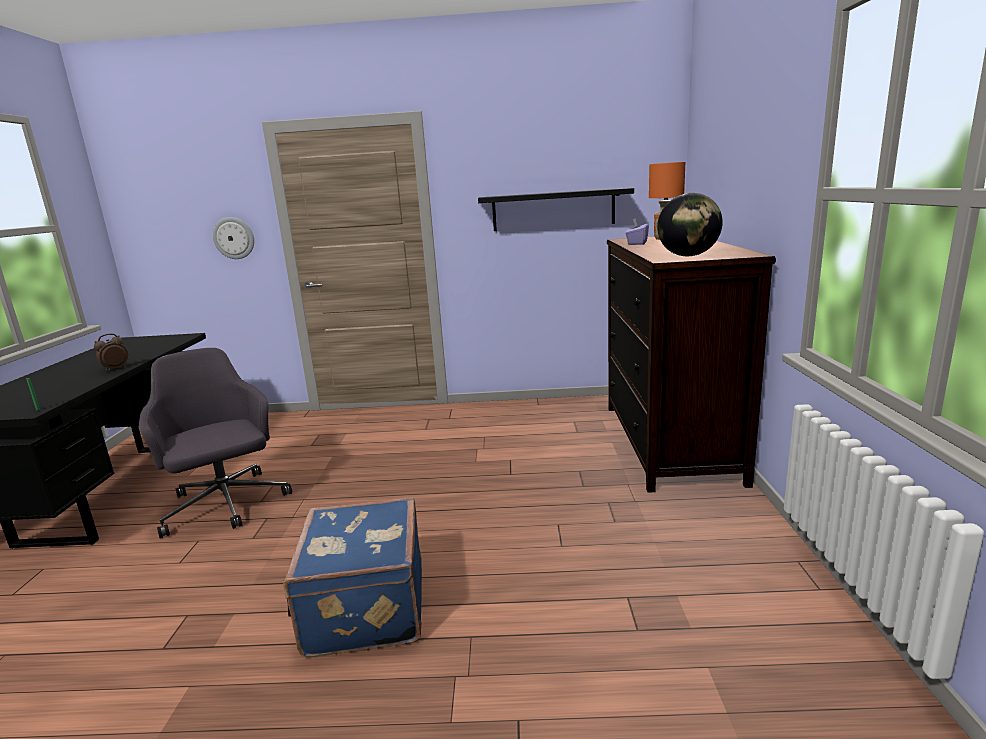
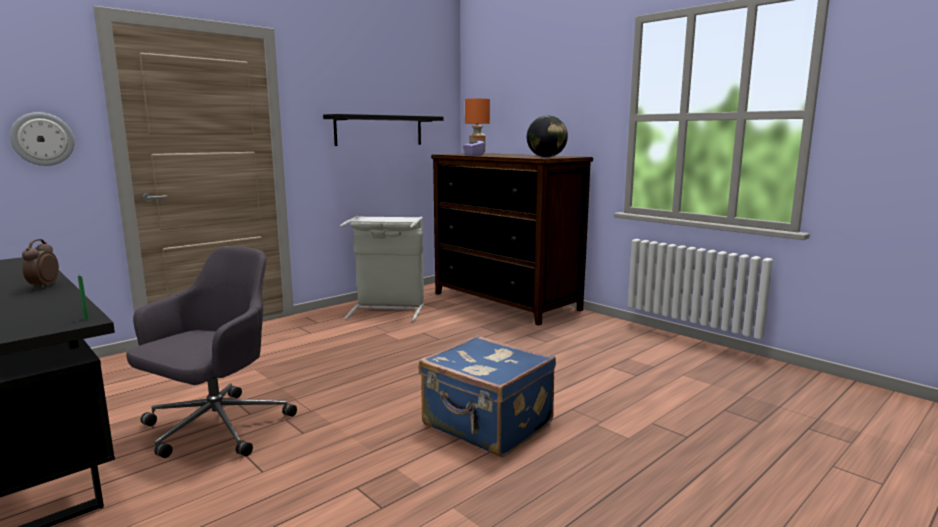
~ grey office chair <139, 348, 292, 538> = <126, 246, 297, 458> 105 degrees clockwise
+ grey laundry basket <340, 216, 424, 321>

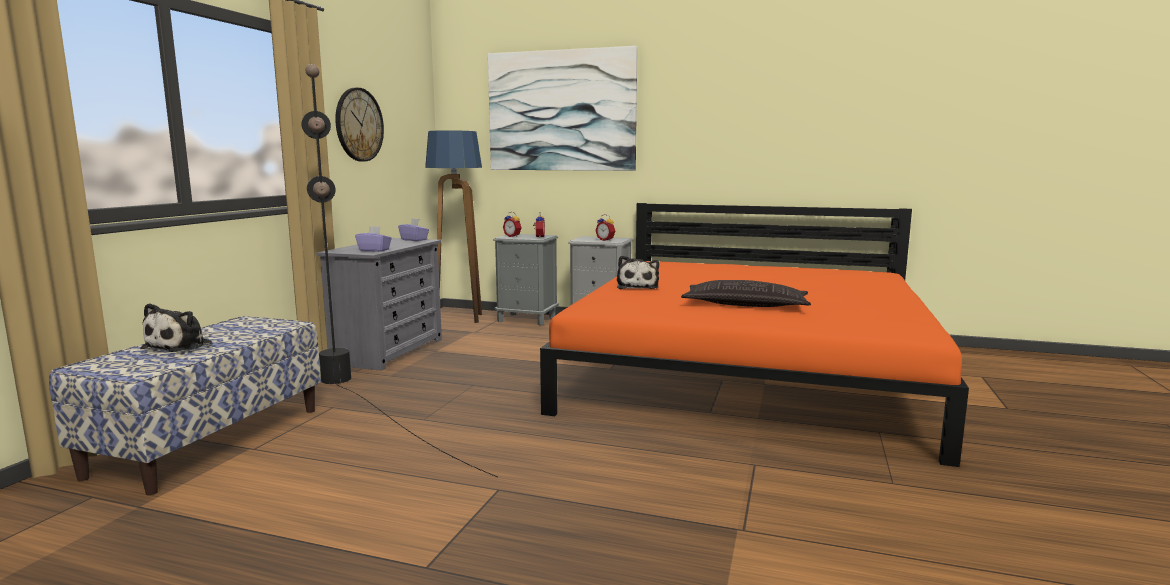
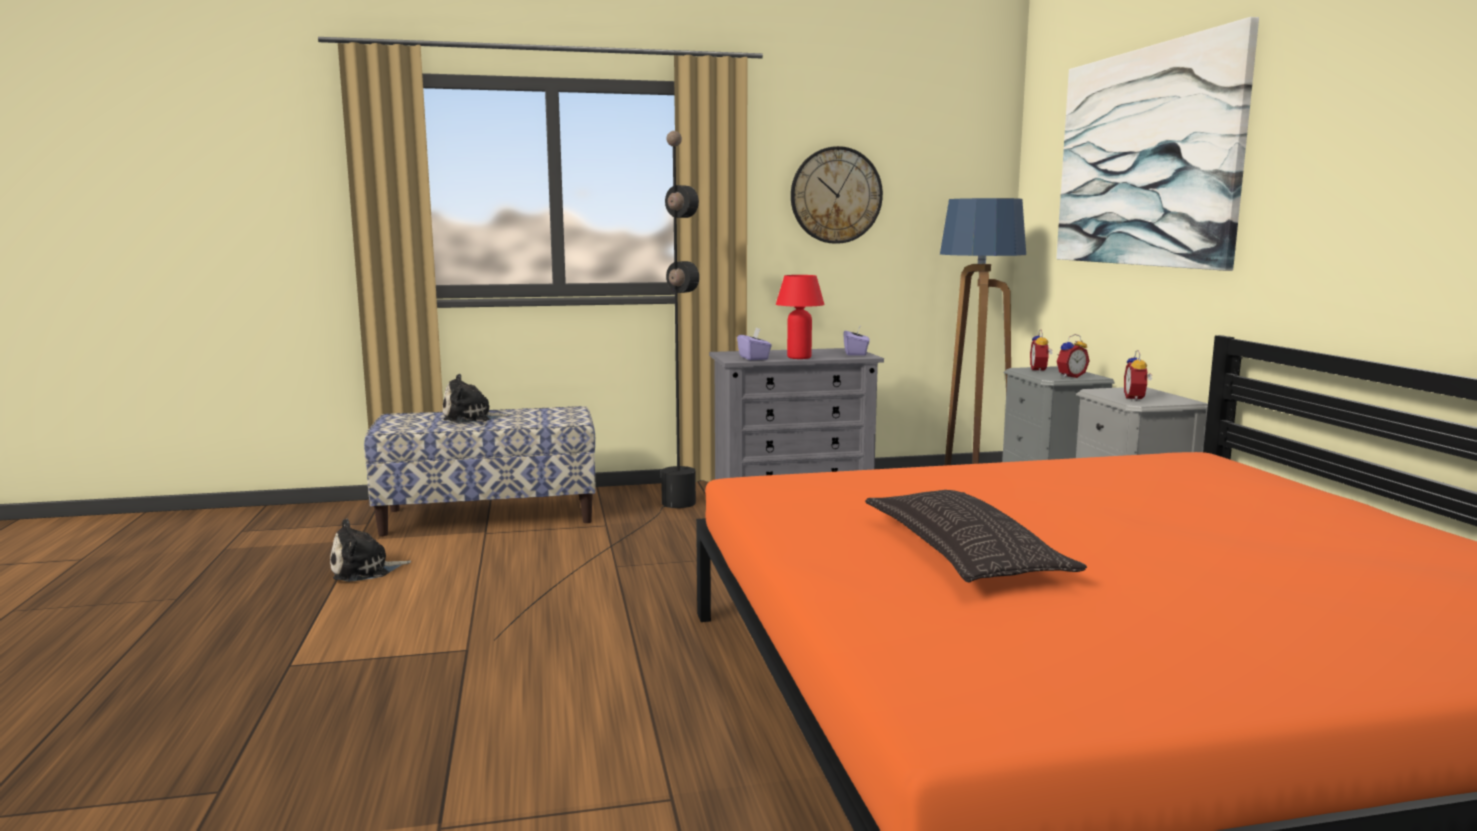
~ plush toy <617, 256, 659, 289> to <330, 519, 411, 582>
+ red table lamp <776, 275, 825, 359>

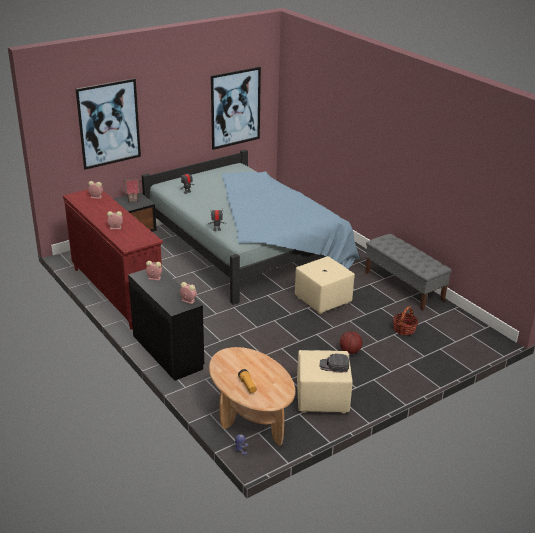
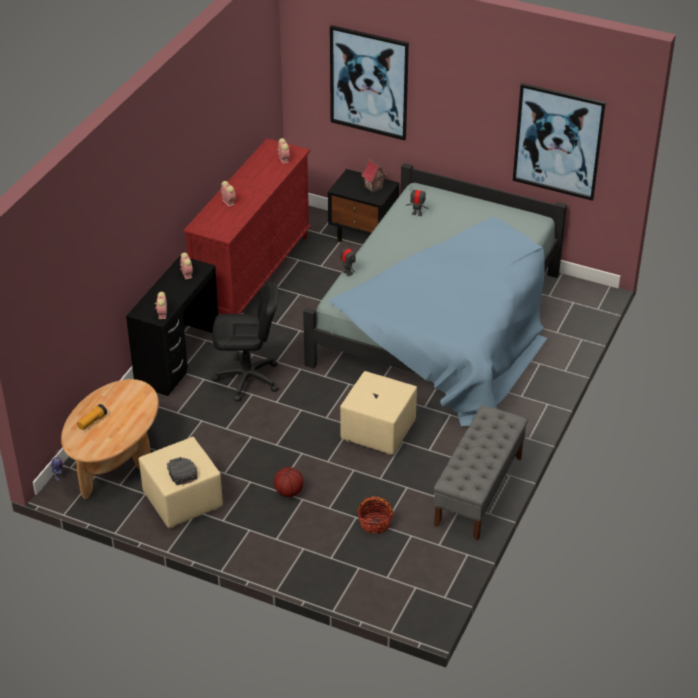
+ black office chair <212, 281, 279, 402>

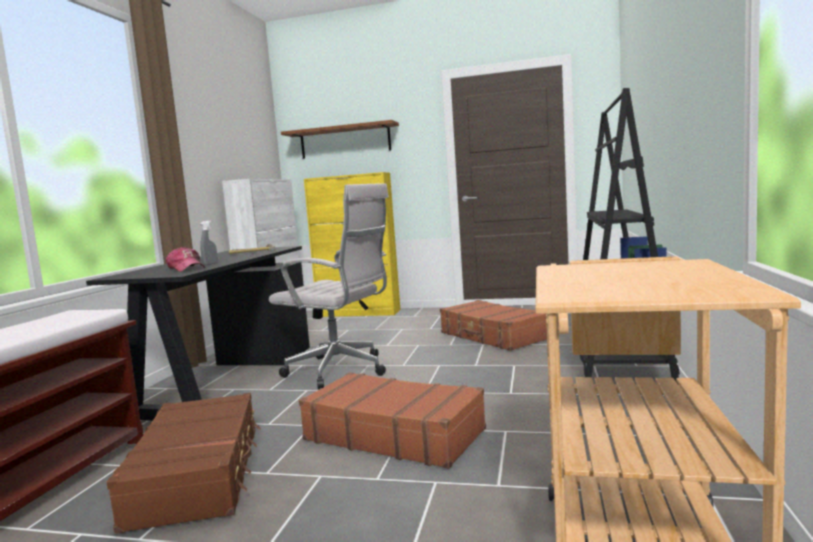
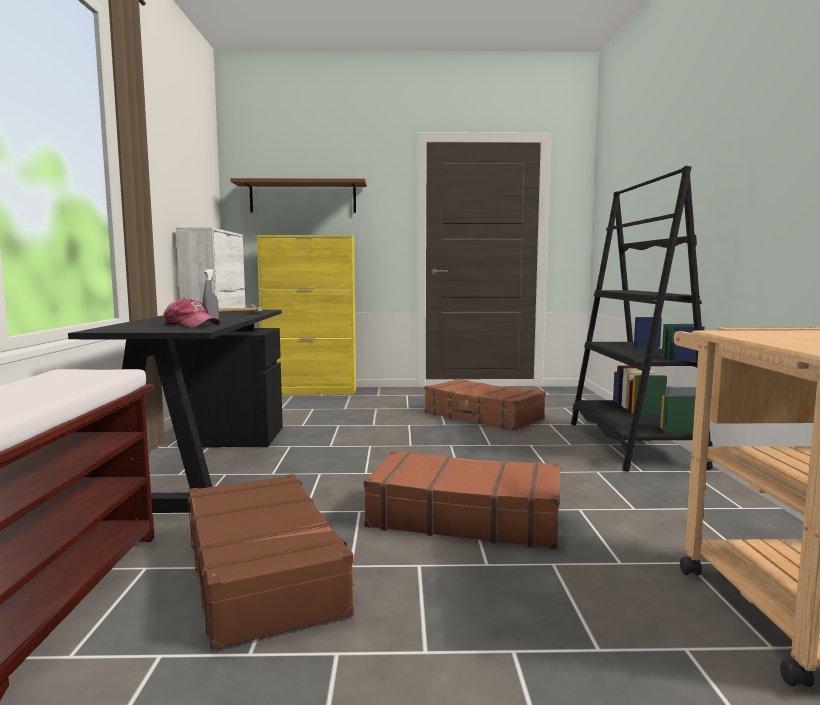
- white office chair <269, 183, 389, 389>

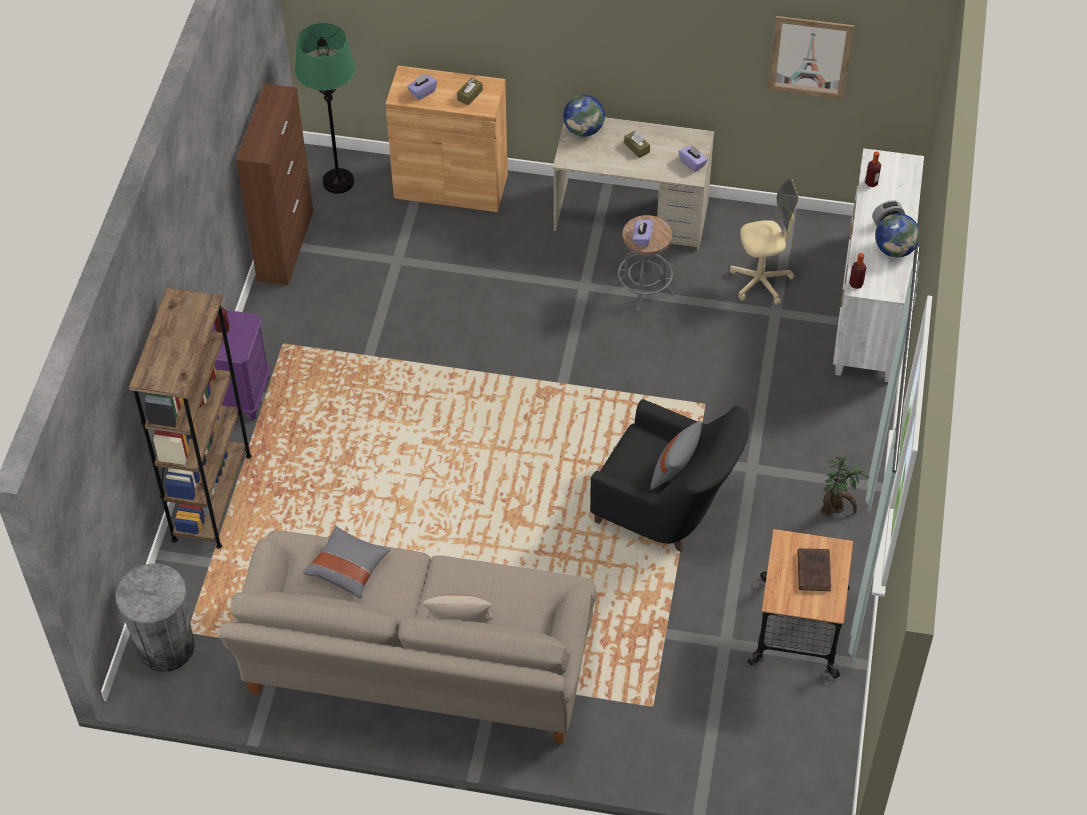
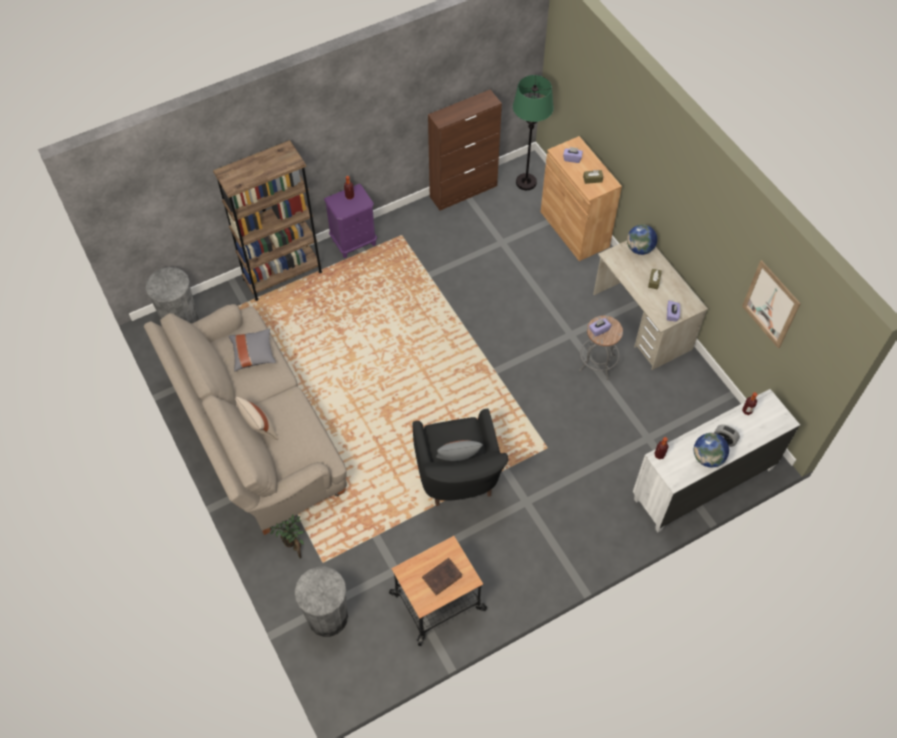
~ potted plant <821, 456, 870, 516> to <270, 514, 304, 558>
+ grey trash can <294, 567, 348, 637>
- beige office chair <730, 178, 799, 305>

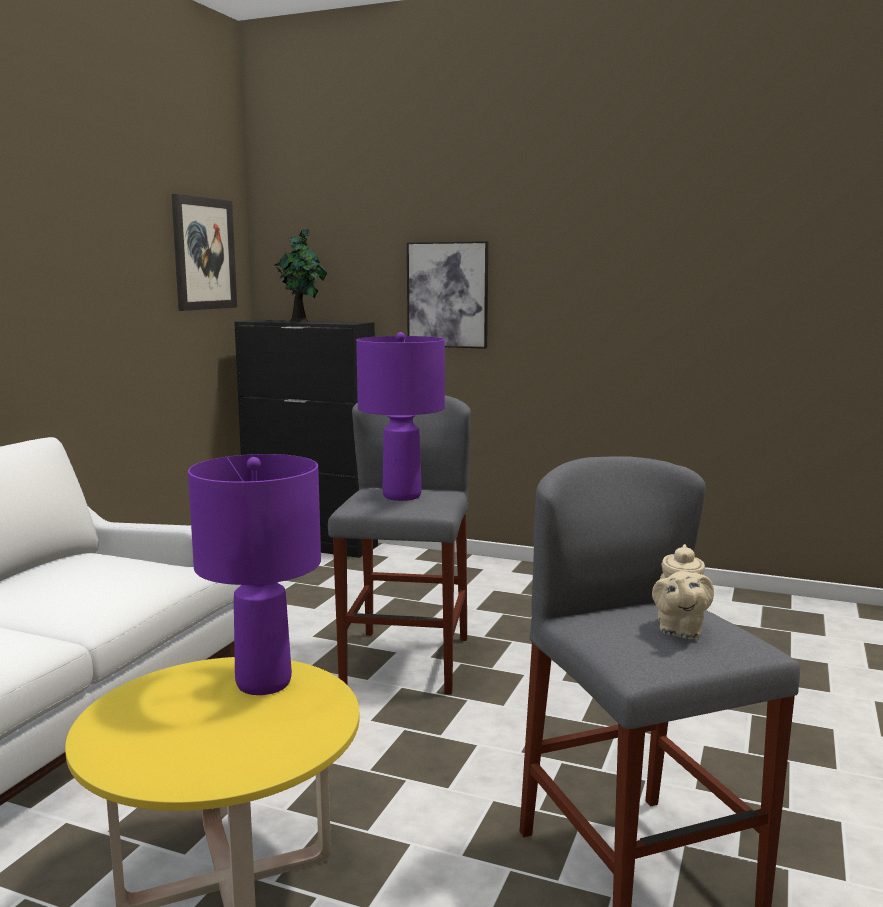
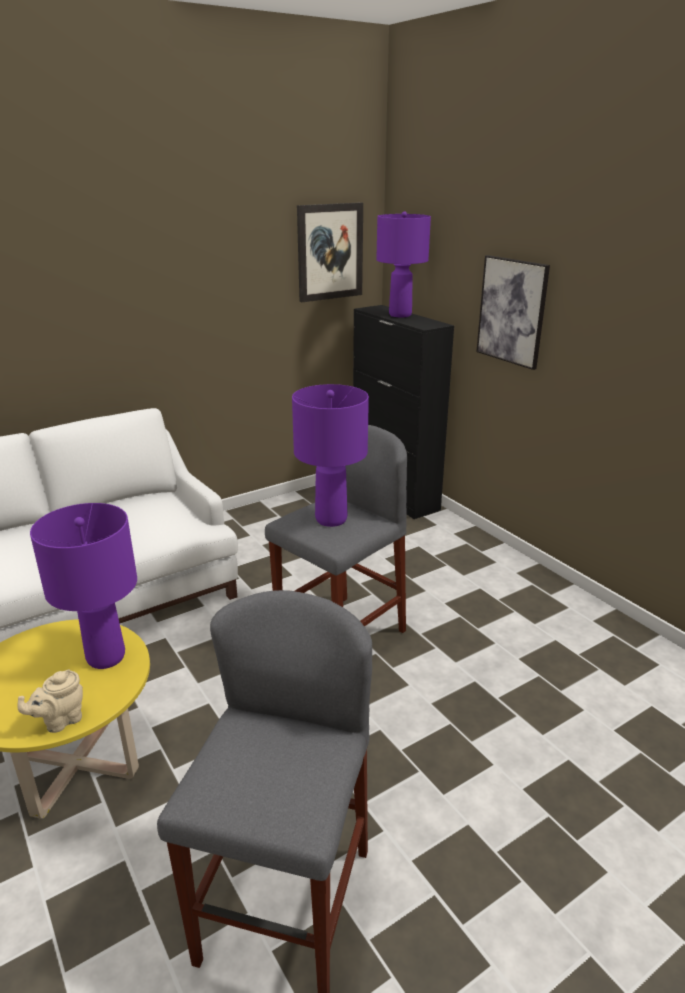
~ beige teapot <652, 544, 714, 639> to <18, 669, 83, 733>
~ potted plant <275, 228, 327, 322> to purple table lamp <376, 211, 431, 317>

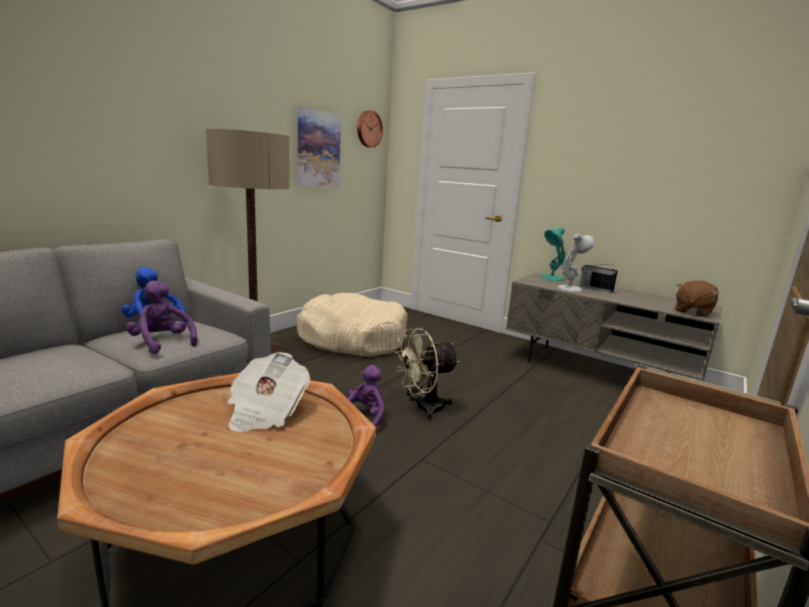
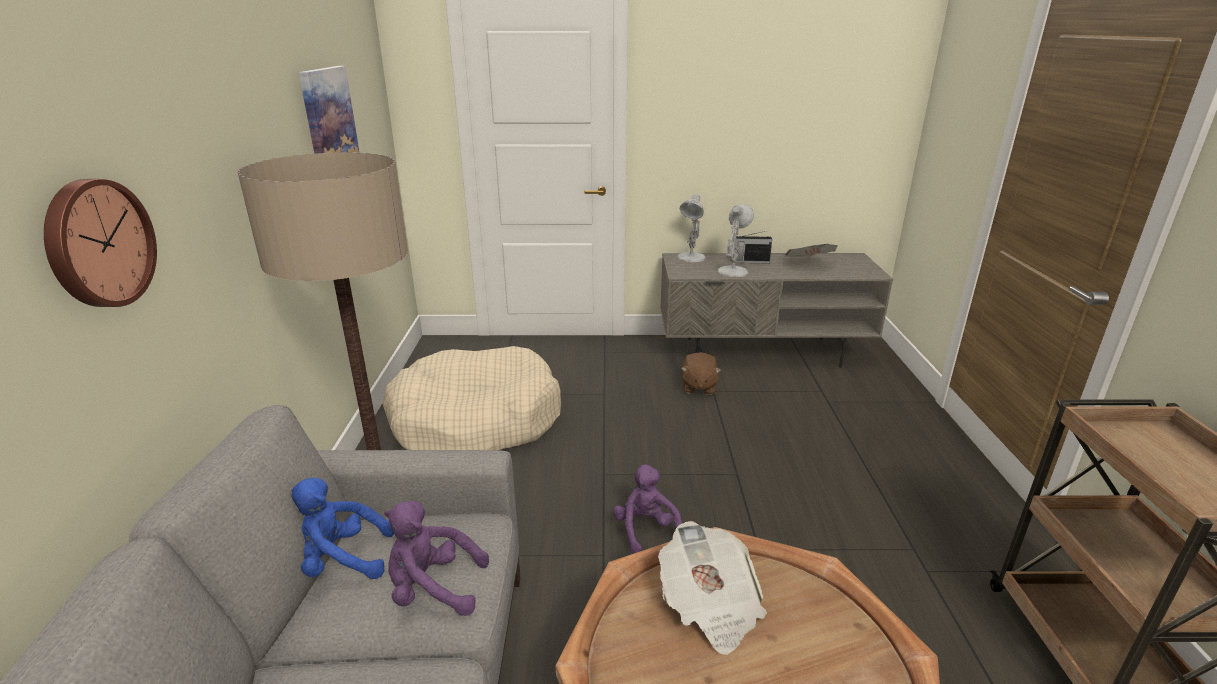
~ wall clock <357, 110, 383, 148> to <44, 179, 157, 307>
~ turquoise table lamp <540, 227, 565, 281> to white table lamp <677, 194, 706, 262>
~ brown plush toy <675, 280, 719, 317> to <681, 352, 721, 395>
+ newspaper <785, 244, 837, 257>
- beige fan <395, 328, 459, 420>

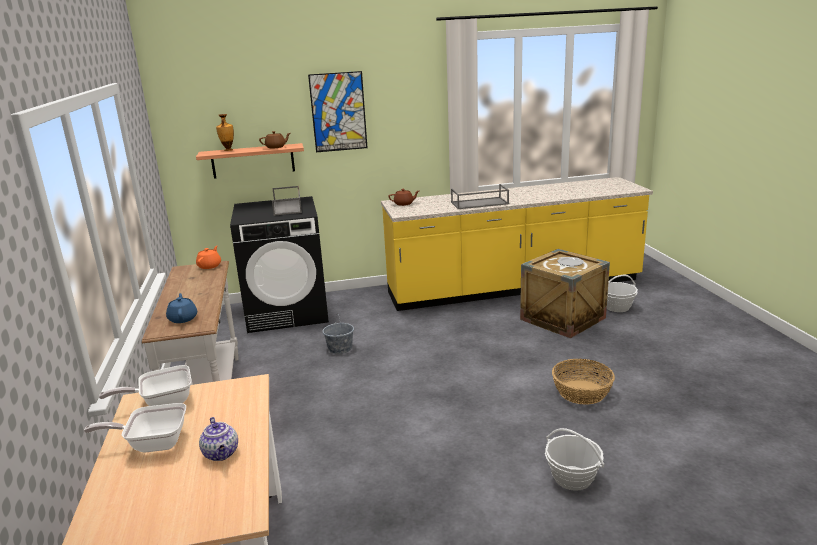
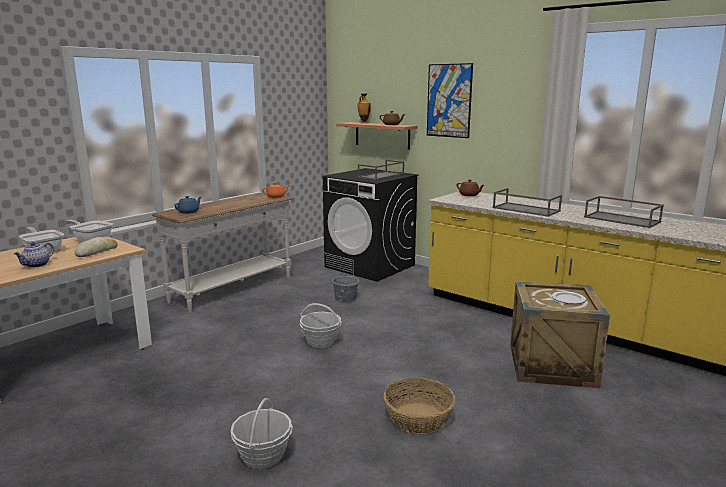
+ bread <75, 236, 118, 257>
~ basket <607, 275, 638, 312> to <300, 303, 342, 348>
+ grey tray <584, 196, 664, 228>

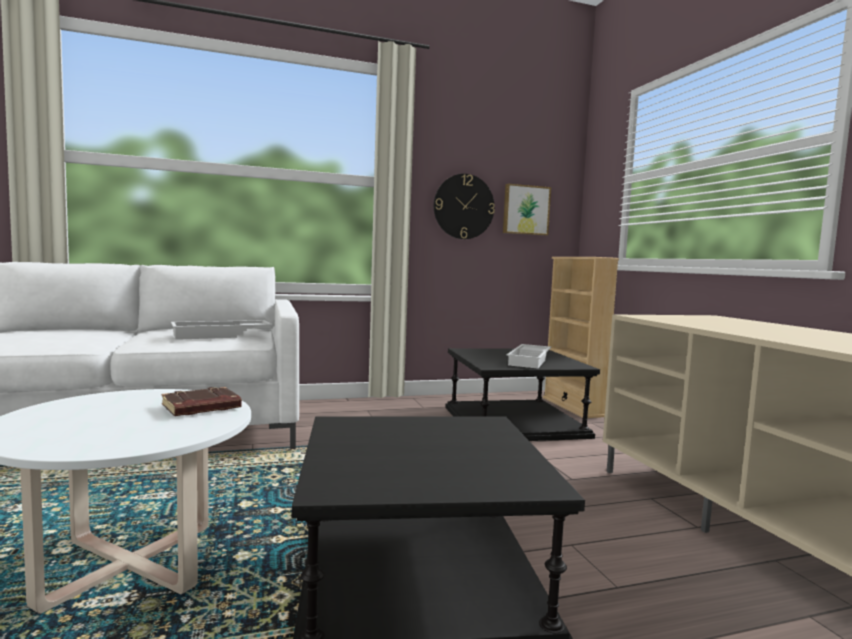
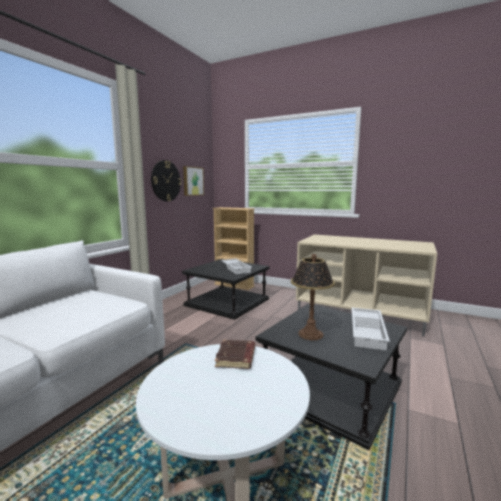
+ table lamp <291, 254, 335, 340>
~ white tray <171, 320, 273, 340> to <352, 308, 390, 351>

